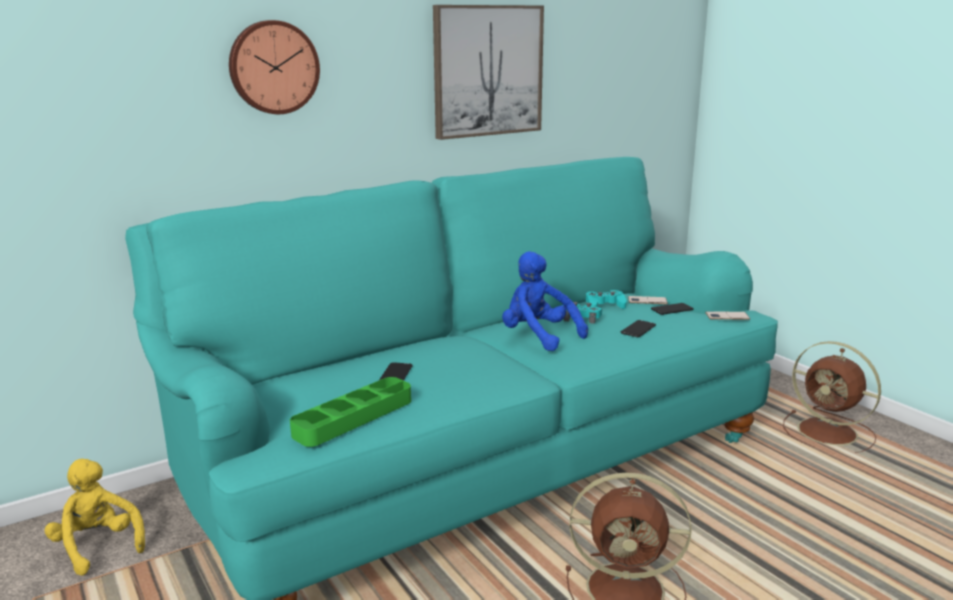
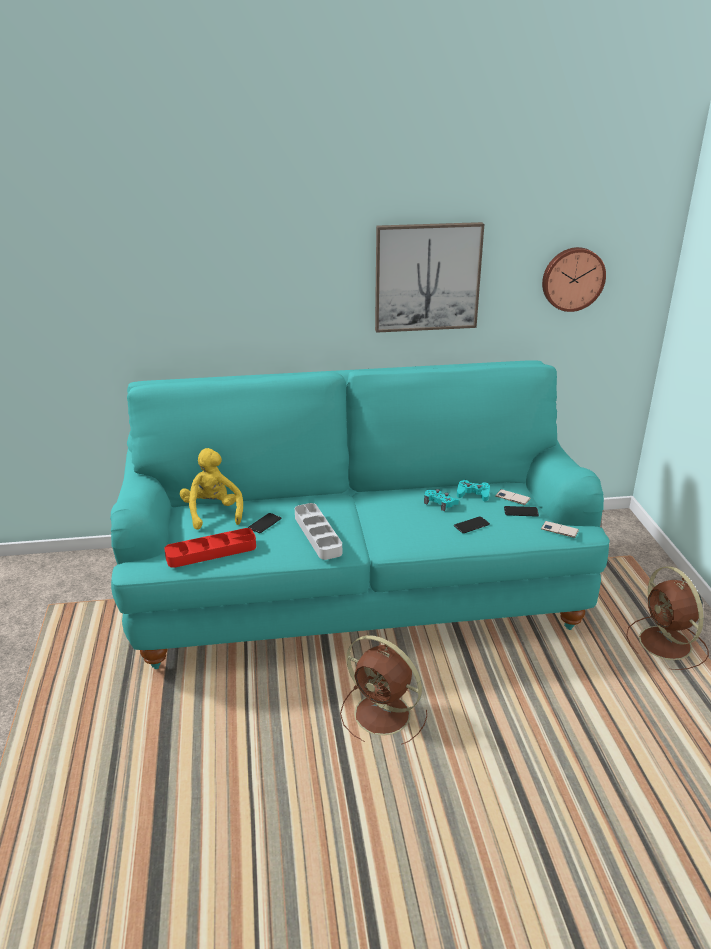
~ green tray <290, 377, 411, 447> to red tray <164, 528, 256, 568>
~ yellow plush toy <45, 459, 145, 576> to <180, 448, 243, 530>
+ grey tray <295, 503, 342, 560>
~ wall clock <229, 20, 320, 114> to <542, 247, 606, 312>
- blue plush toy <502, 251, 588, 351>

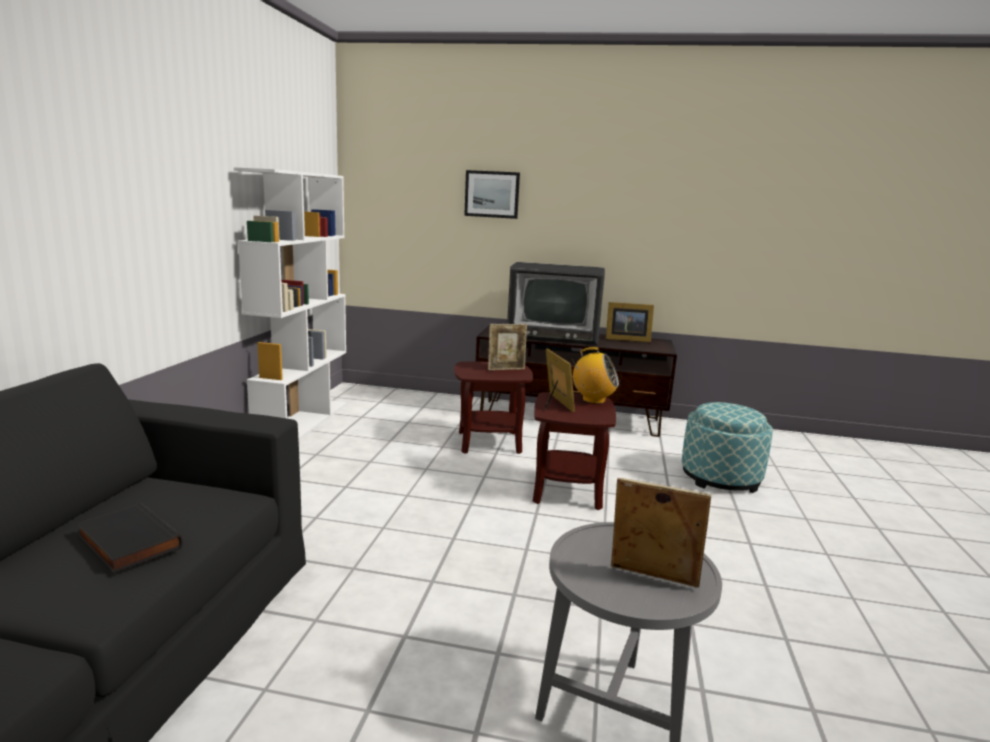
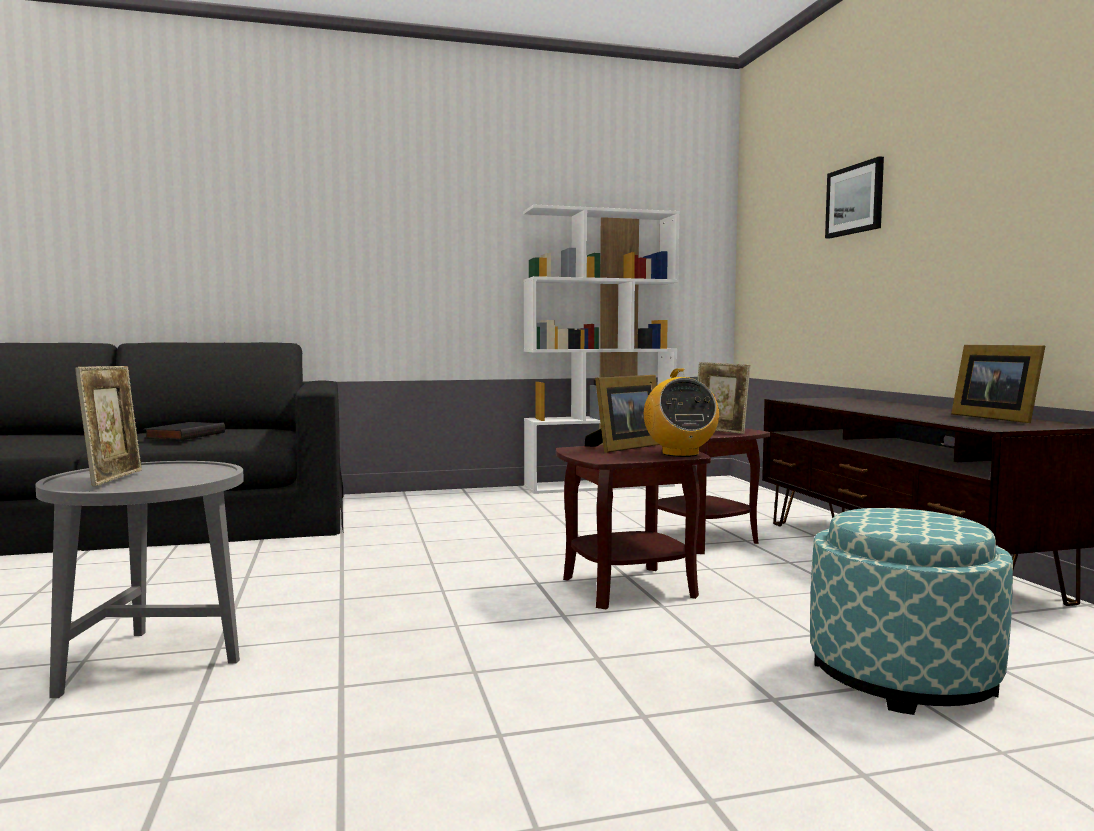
- television <507, 262, 605, 345>

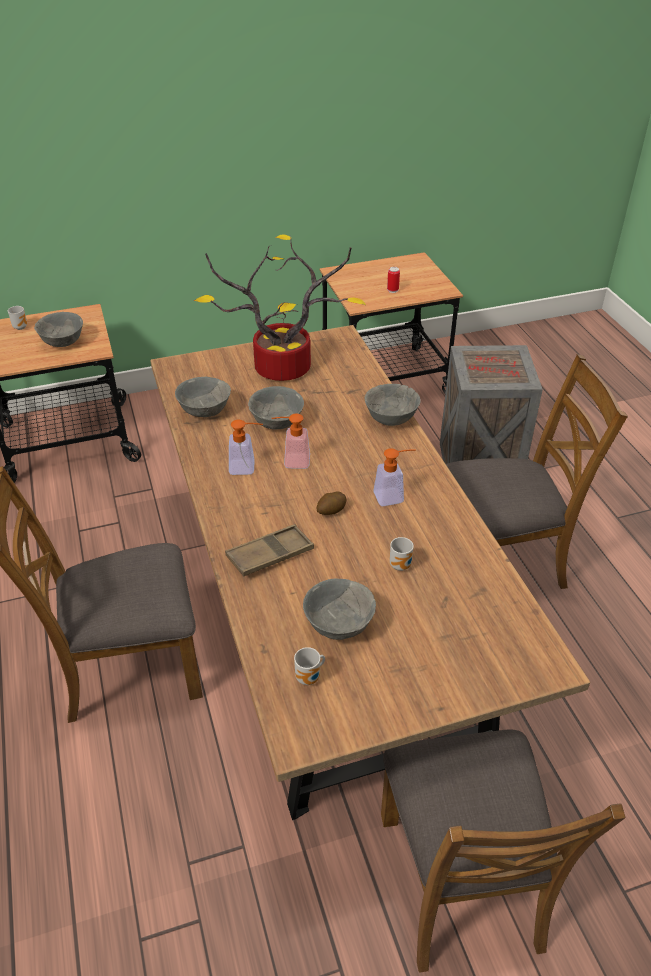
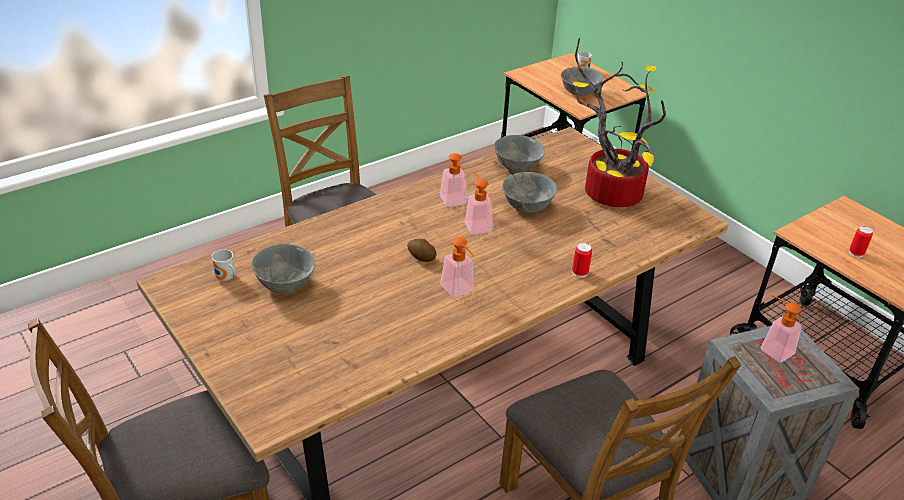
~ grey bowl <365, 384, 421, 426> to can <572, 243, 592, 278>
+ soap dispenser <761, 295, 802, 363>
- brown tray <225, 524, 314, 577>
- mug <390, 537, 414, 571>

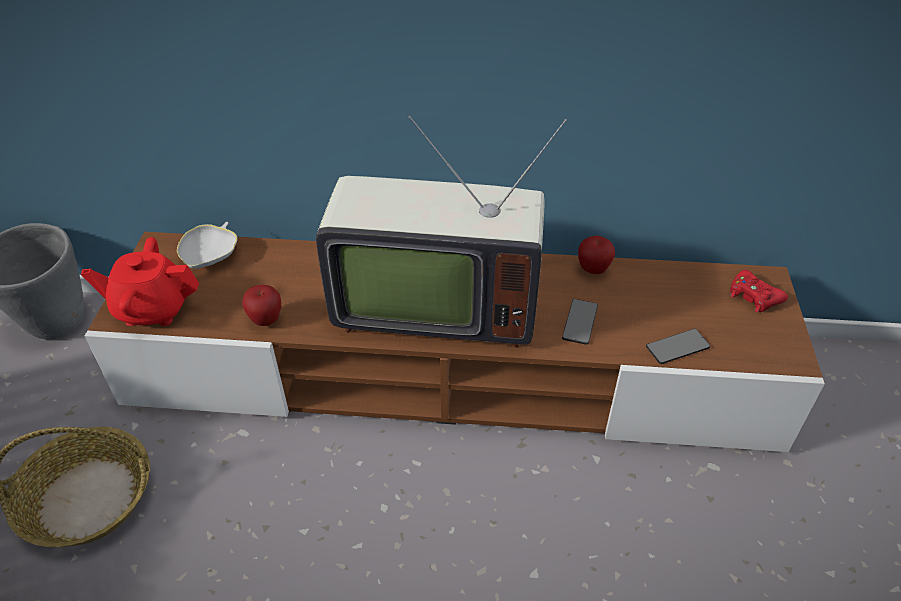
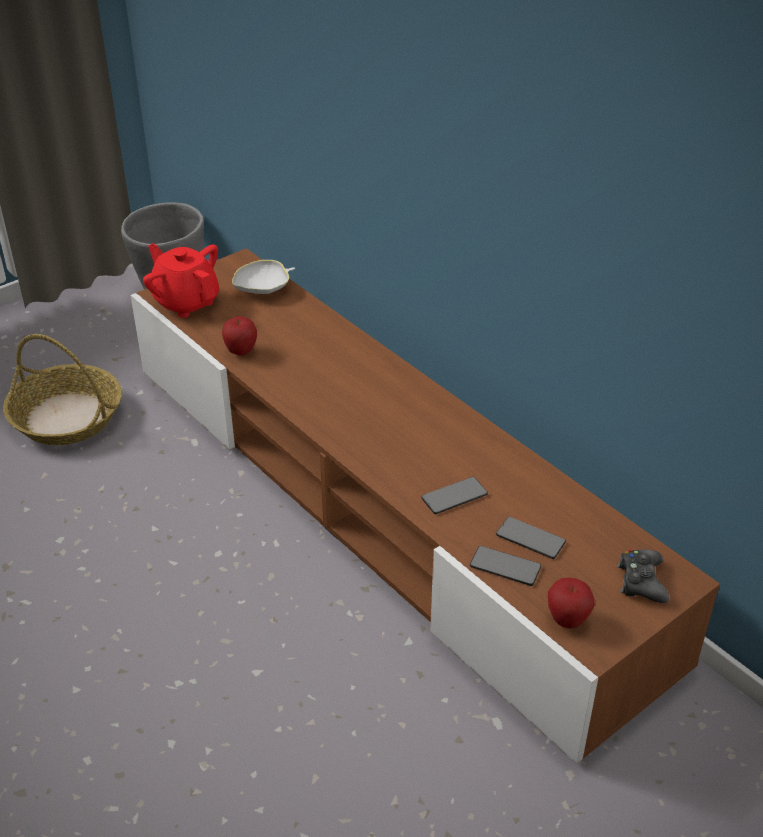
+ phone <496, 517, 566, 559>
~ apple <578, 235, 615, 274> to <548, 578, 595, 628>
~ red game controller <730, 270, 788, 313> to black game controller <617, 549, 669, 603>
- television <316, 115, 567, 348>

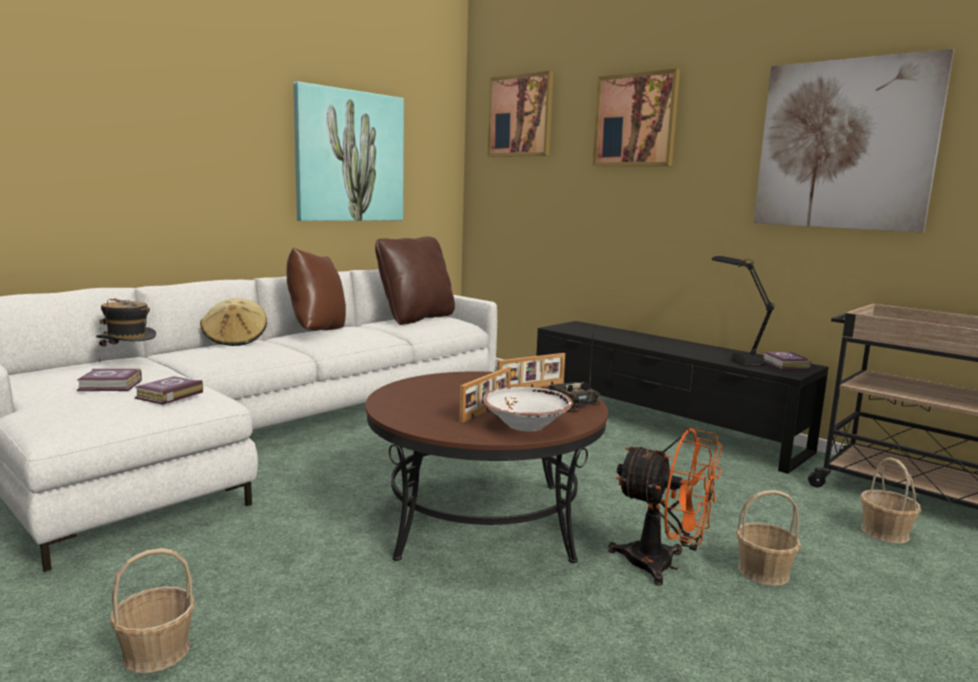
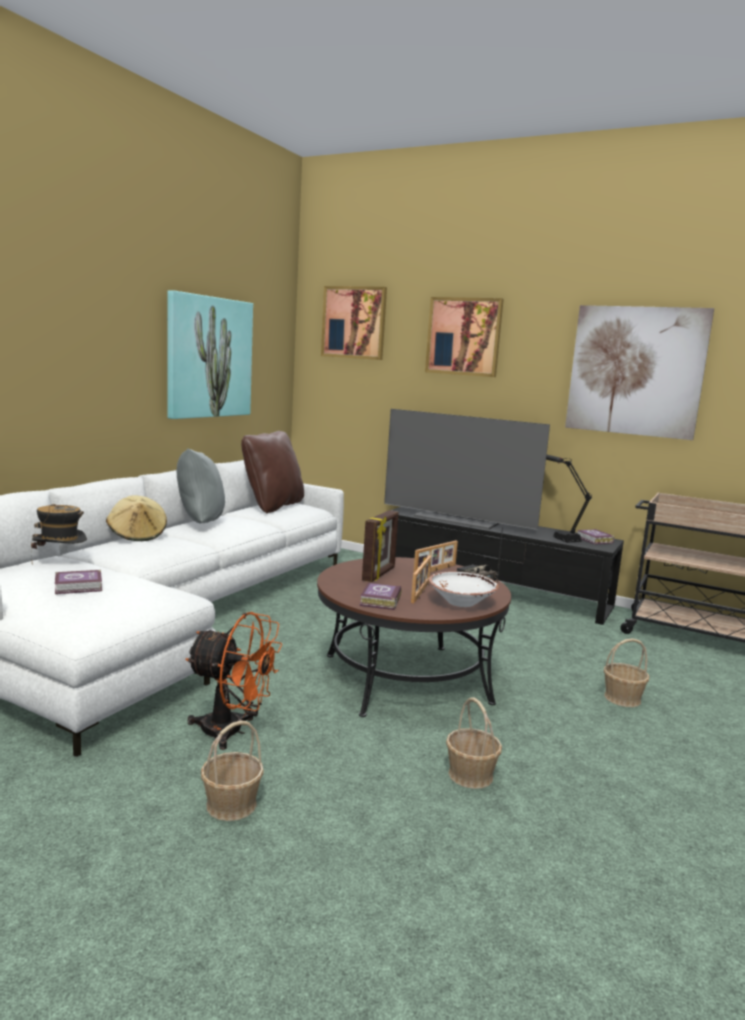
~ brown pillow <286, 247, 346, 331> to grey pillow <177, 448, 225, 523>
~ orange fan <608, 428, 722, 586> to <185, 612, 282, 750>
~ book <134, 376, 203, 405> to <359, 583, 402, 610>
+ picture frame <362, 510, 399, 582>
+ television <384, 409, 550, 530>
~ basket <861, 458, 921, 544> to <446, 697, 502, 789>

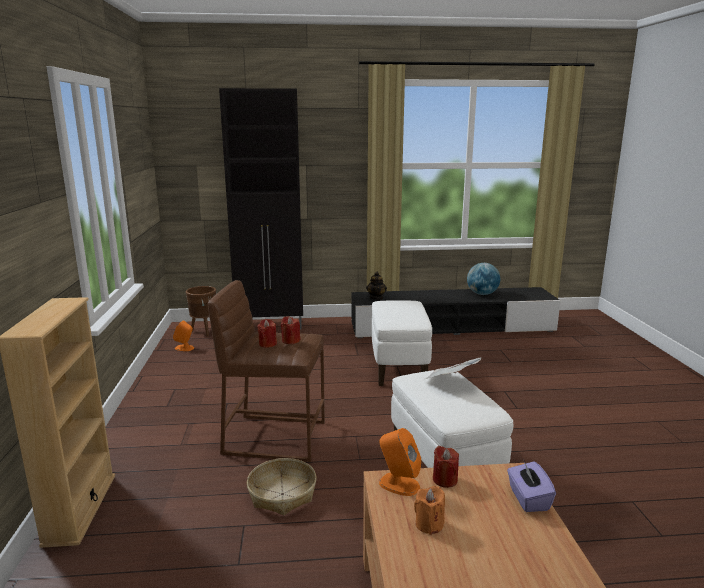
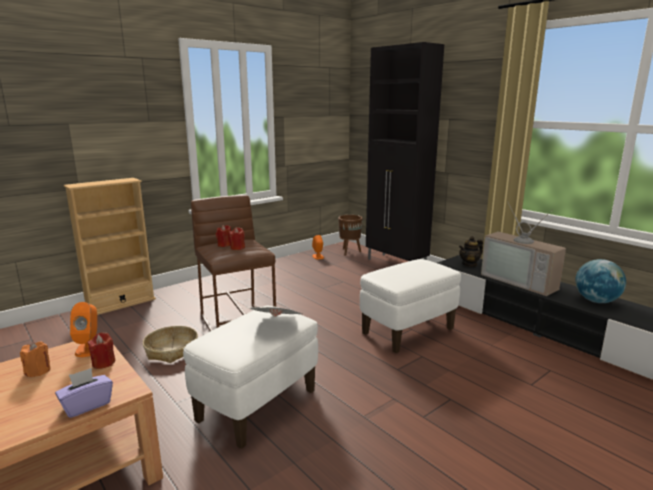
+ television <481, 201, 566, 296>

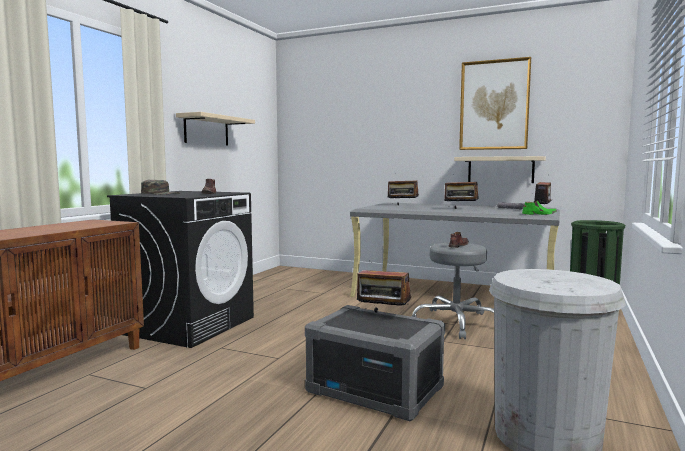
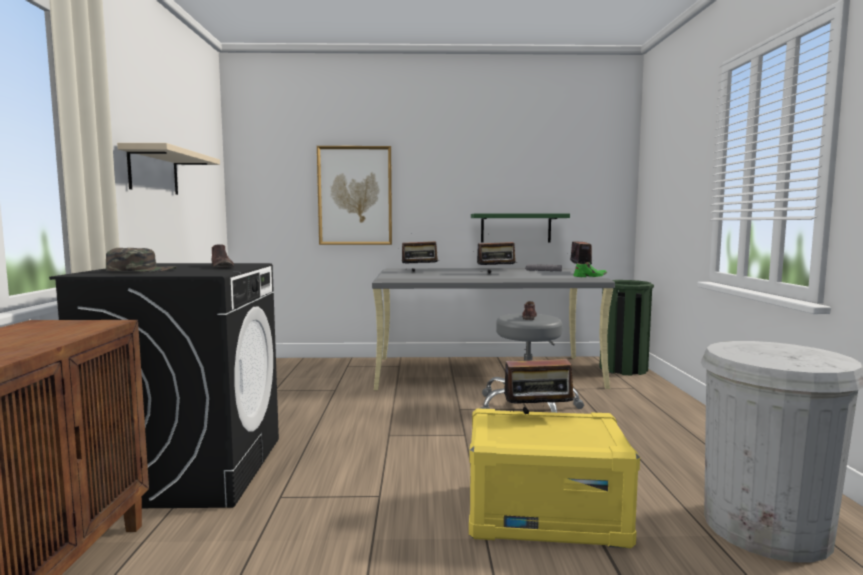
~ picture <459, 57, 531, 150> to <317, 146, 392, 245>
~ grey storage box <305, 305, 445, 422> to yellow storage box <469, 408, 640, 548>
~ beige shelf <454, 156, 546, 183> to green shelf <471, 213, 570, 243>

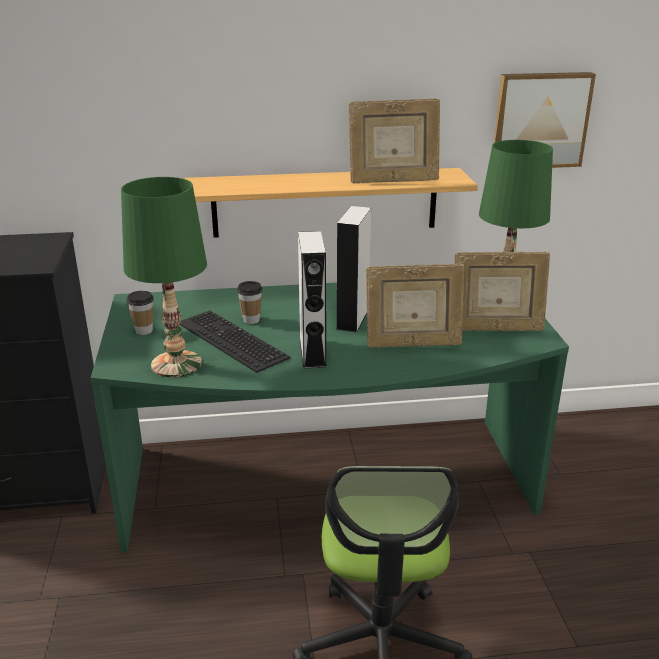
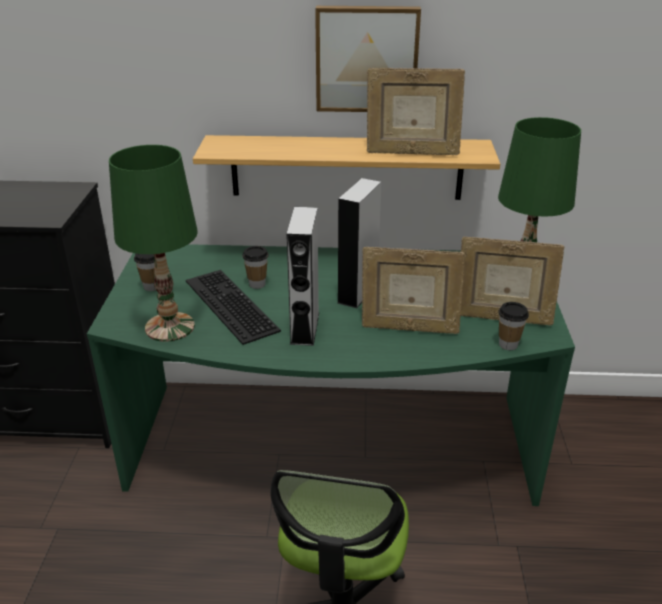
~ picture <494, 72, 596, 168> to <315, 6, 421, 112>
+ cup <498, 302, 529, 350>

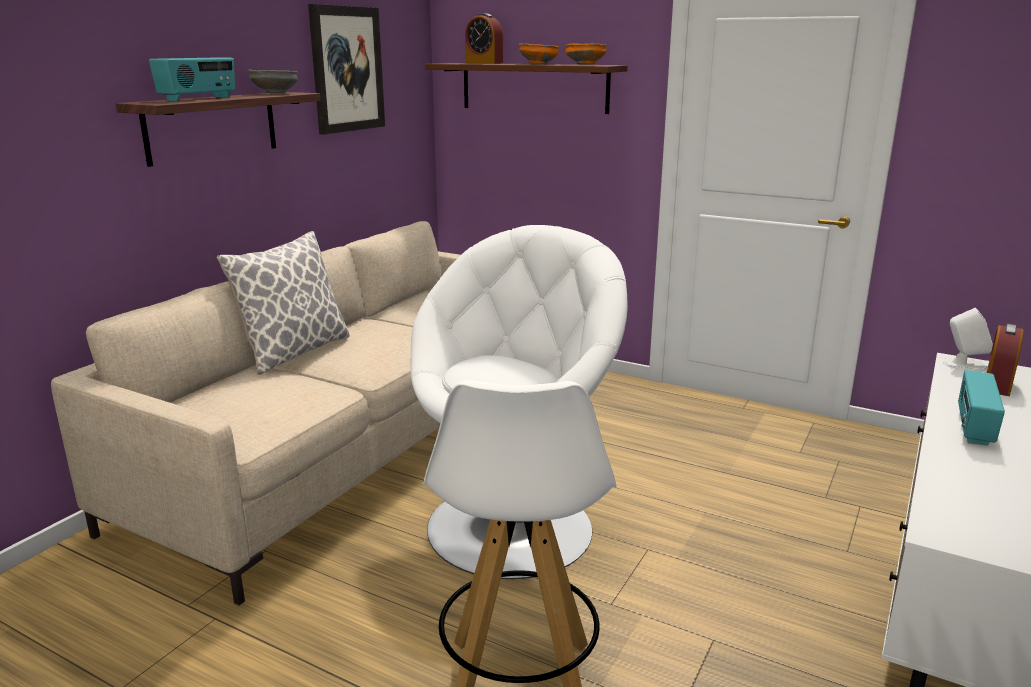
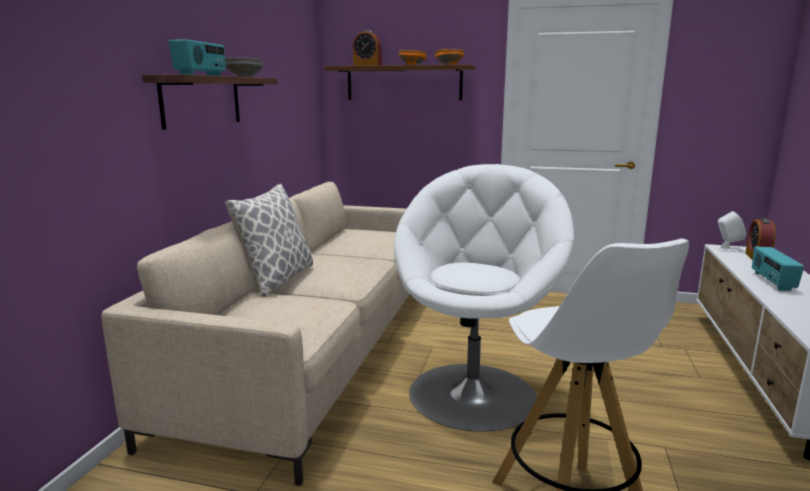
- picture <308, 4, 385, 135>

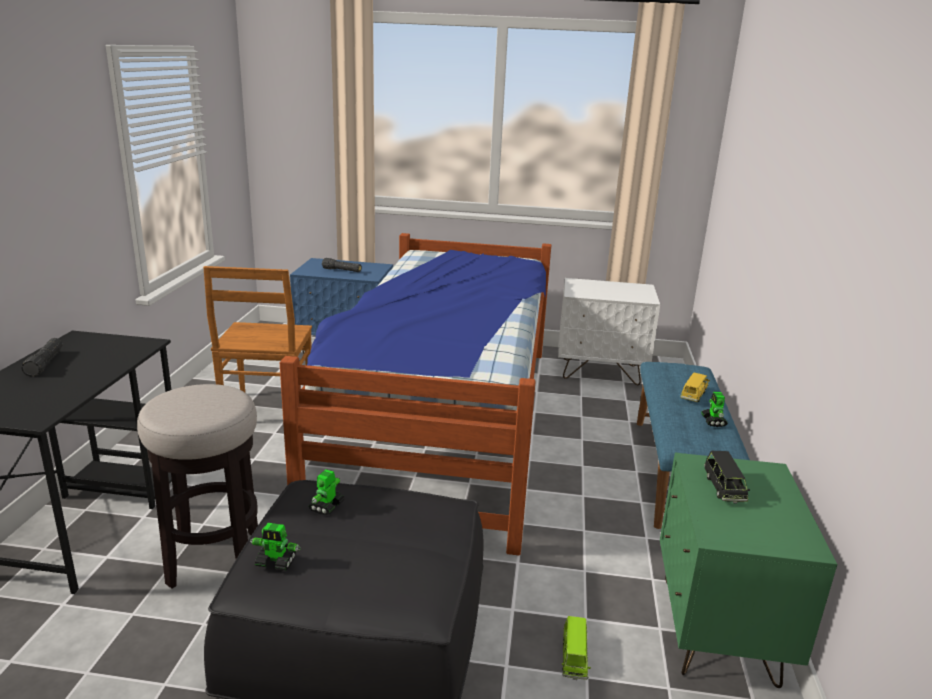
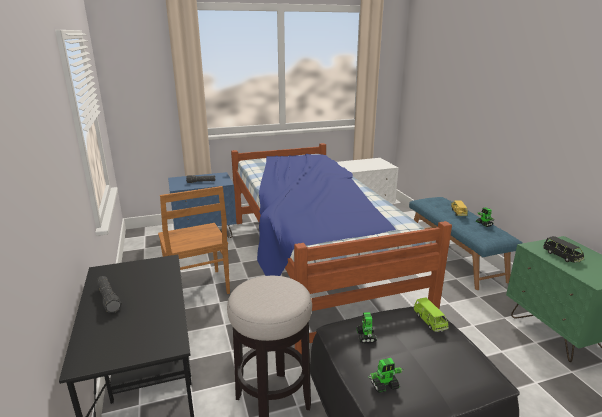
~ green toy car <562, 616, 591, 680> to <413, 297, 449, 332>

